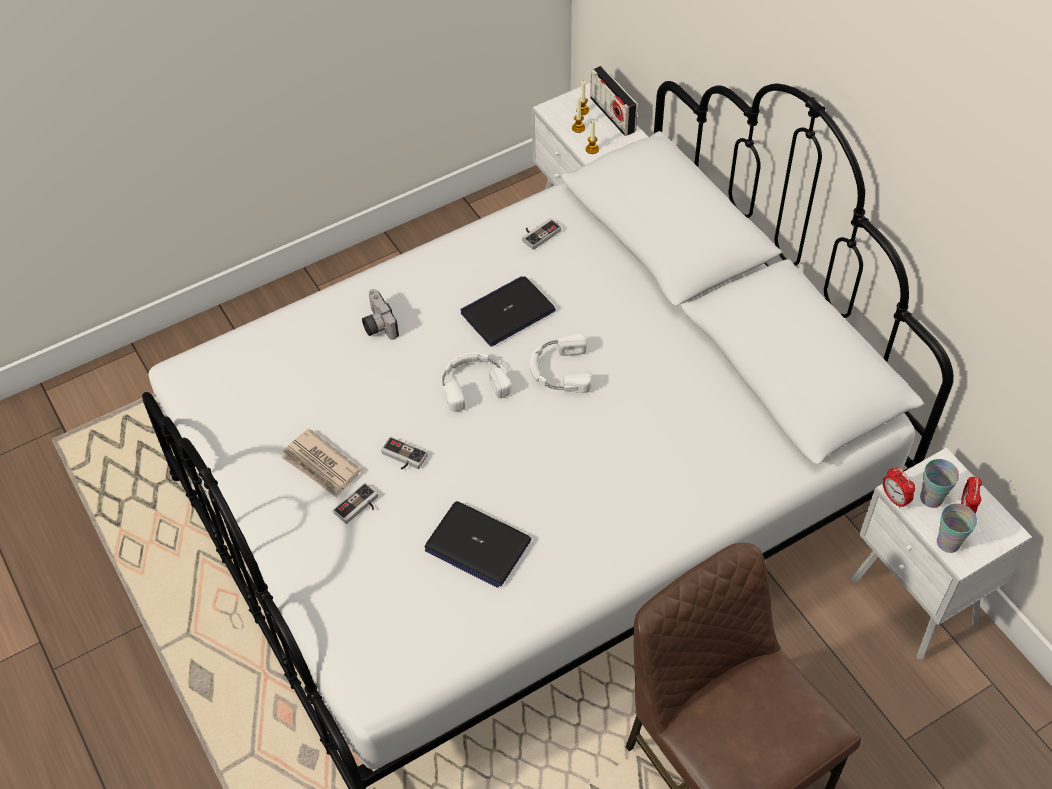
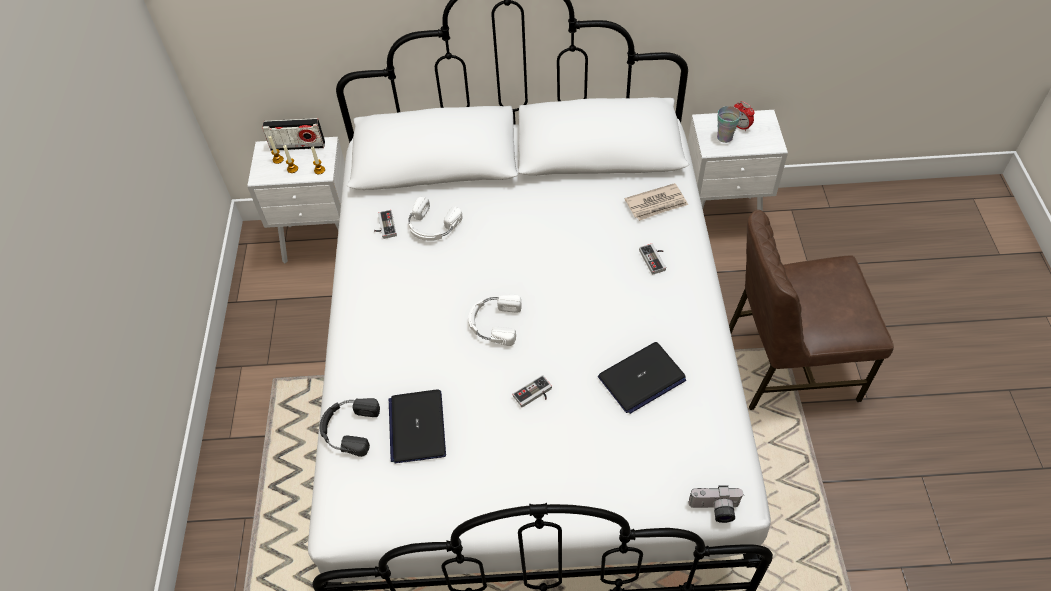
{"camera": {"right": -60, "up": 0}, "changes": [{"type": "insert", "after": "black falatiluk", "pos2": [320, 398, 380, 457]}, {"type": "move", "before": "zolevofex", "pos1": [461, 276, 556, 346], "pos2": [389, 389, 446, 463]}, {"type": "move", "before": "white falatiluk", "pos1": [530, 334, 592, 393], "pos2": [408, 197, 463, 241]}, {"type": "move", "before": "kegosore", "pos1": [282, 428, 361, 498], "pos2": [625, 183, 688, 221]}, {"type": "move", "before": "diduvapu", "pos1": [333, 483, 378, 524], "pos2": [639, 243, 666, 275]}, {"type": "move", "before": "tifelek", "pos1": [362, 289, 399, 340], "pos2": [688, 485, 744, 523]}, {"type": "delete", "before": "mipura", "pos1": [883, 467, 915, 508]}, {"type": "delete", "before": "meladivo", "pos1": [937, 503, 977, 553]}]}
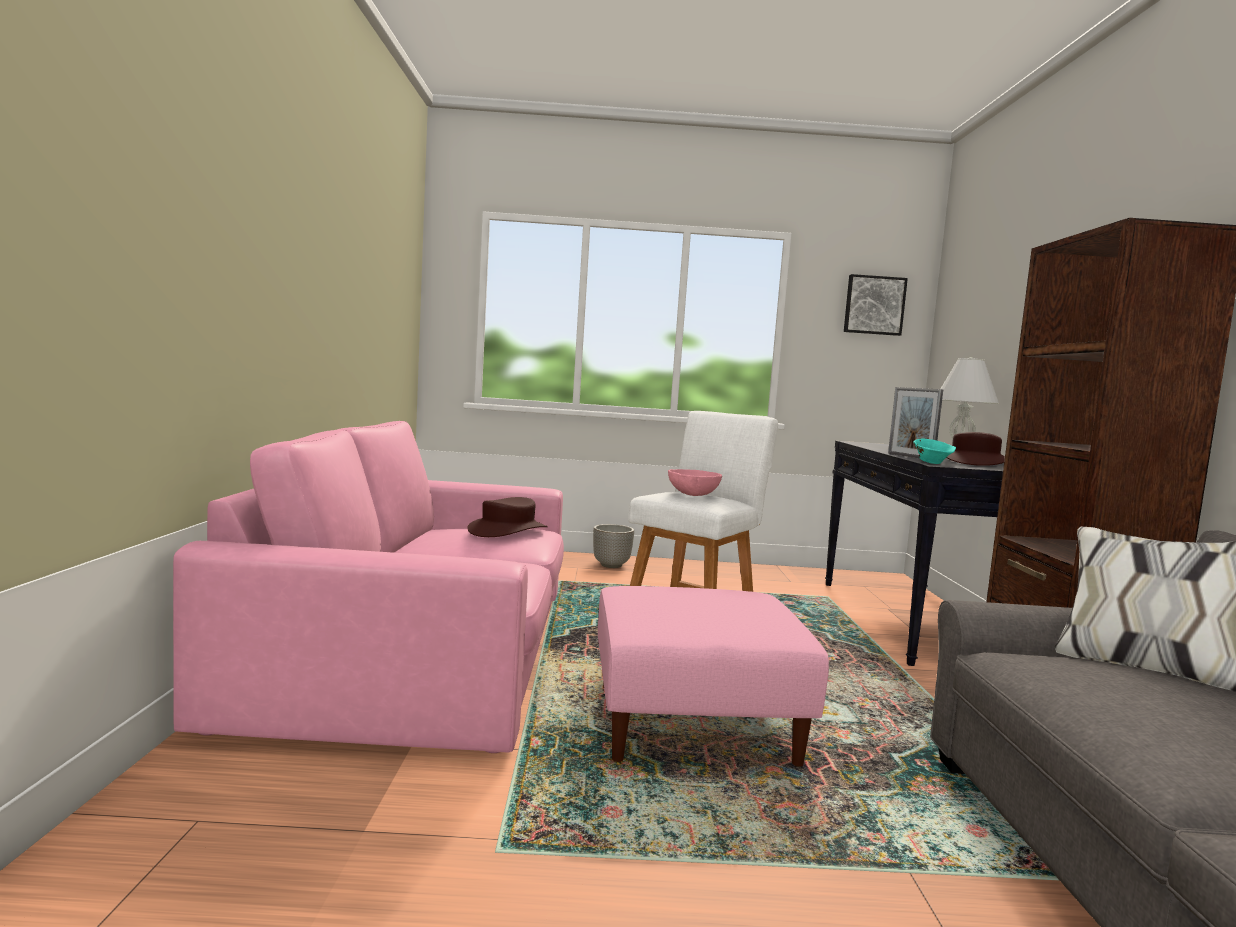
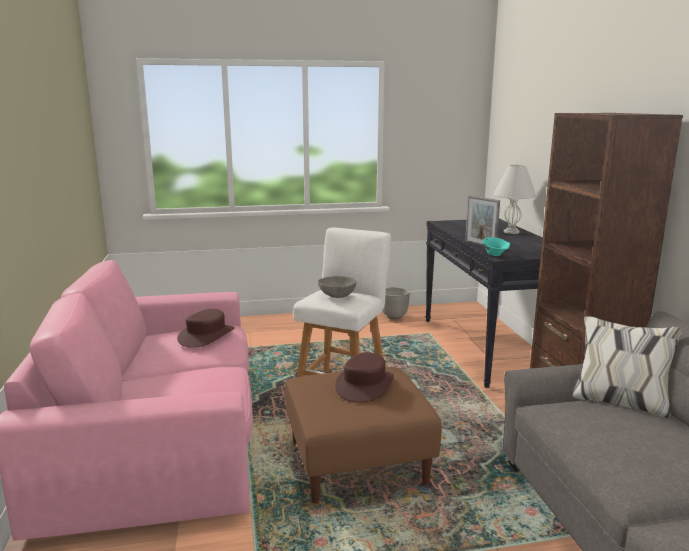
{"camera": {"right": -10, "up": 10}, "changes": [{"type": "recolor", "before": "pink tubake", "after": "brown tubake", "pos1": [598, 586, 829, 767], "pos2": [285, 367, 442, 503]}, {"type": "recolor", "before": "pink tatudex", "after": "grey tatudex", "pos1": [668, 469, 722, 496], "pos2": [318, 276, 356, 298]}, {"type": "move", "before": "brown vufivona", "pos1": [946, 432, 1005, 466], "pos2": [335, 352, 394, 403]}, {"type": "move", "before": "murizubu", "pos1": [593, 524, 634, 568], "pos2": [382, 287, 410, 319]}, {"type": "delete", "before": "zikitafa", "pos1": [844, 274, 908, 336]}]}
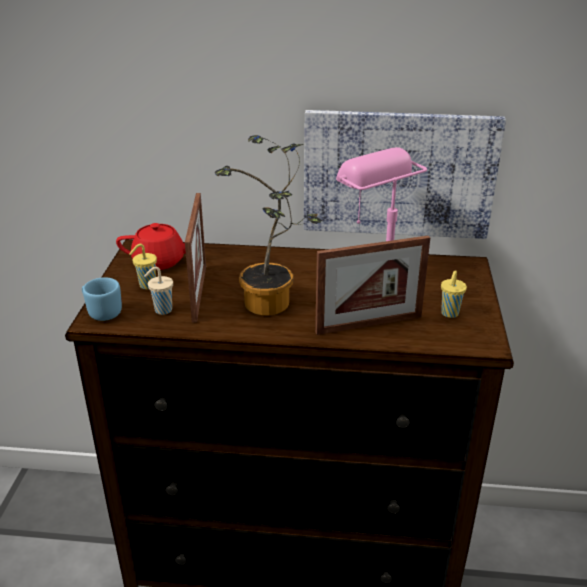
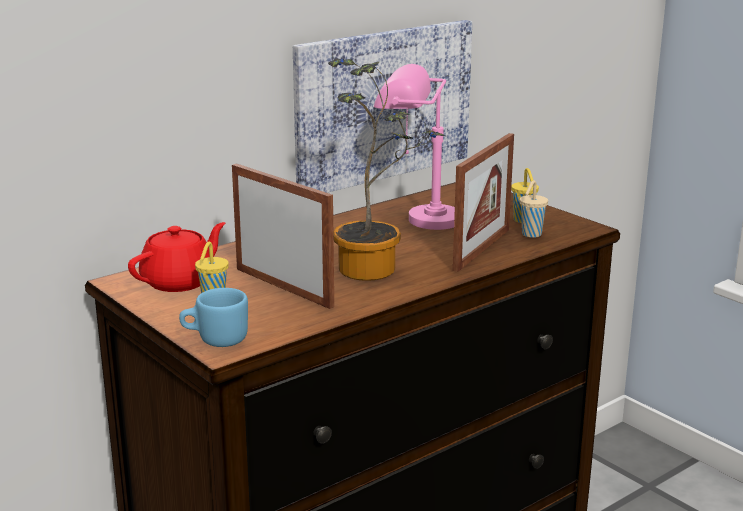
{"camera": {"right": -45, "up": -10}, "changes": [{"type": "move", "before": "beige meladivo", "pos1": [144, 267, 173, 315], "pos2": [520, 180, 548, 238]}]}
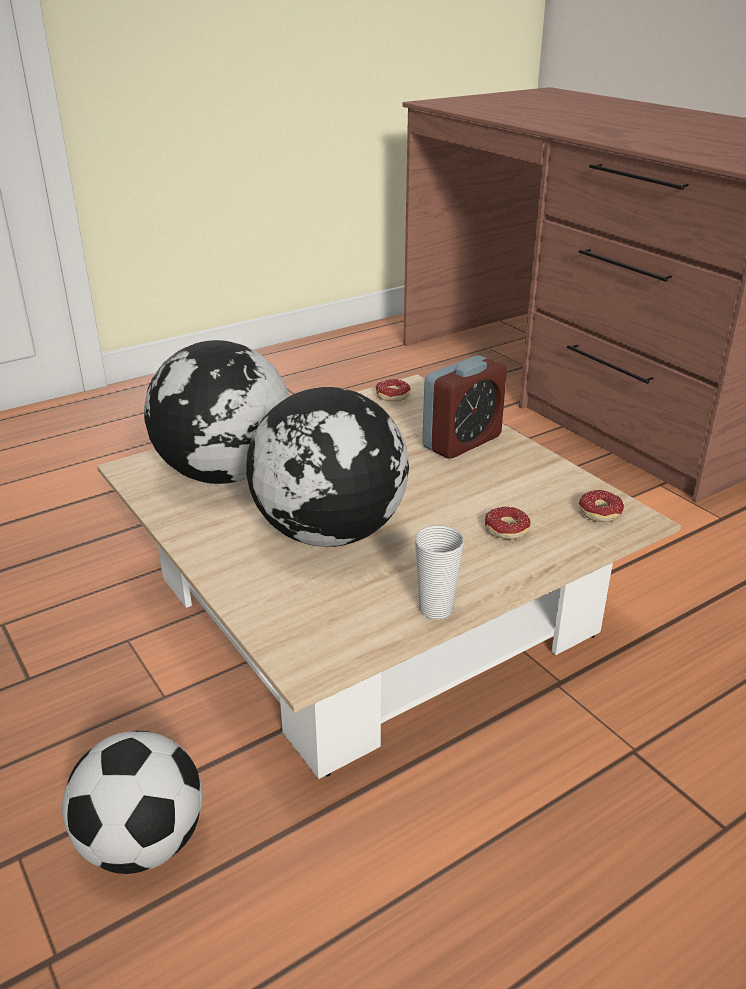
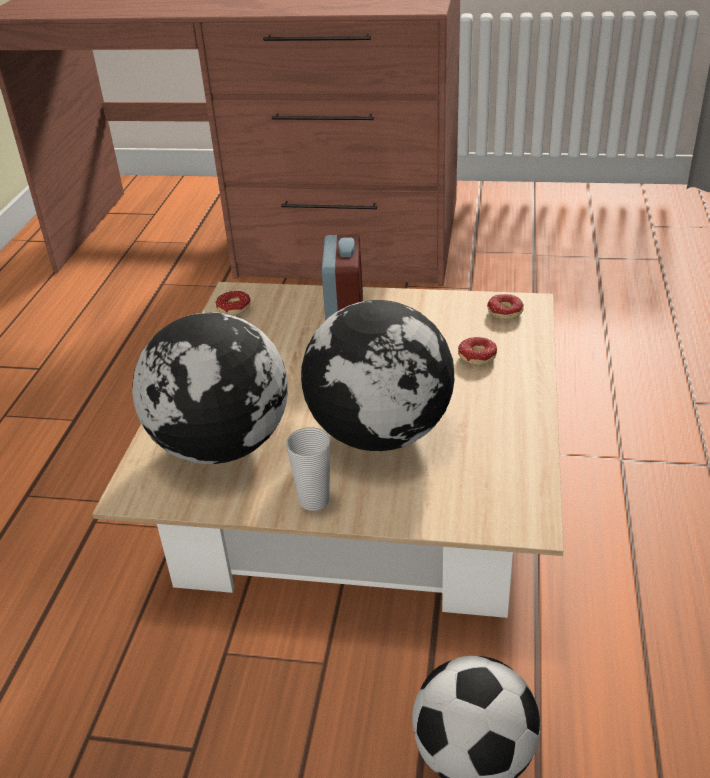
{"camera": {"right": -45, "up": 5}, "changes": [{"type": "move", "before": "meladivo", "pos1": [415, 525, 464, 620], "pos2": [286, 428, 330, 511]}]}
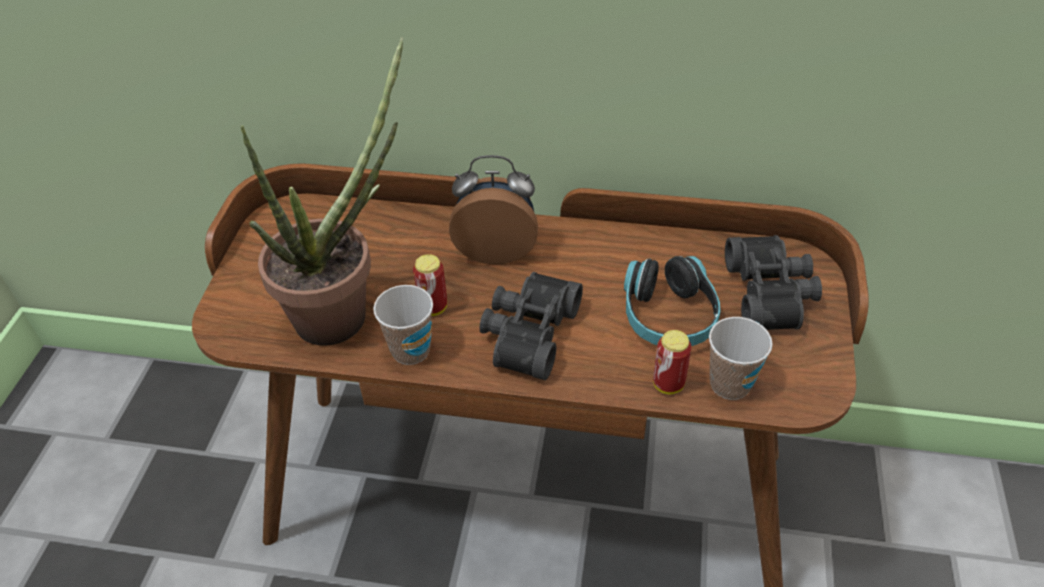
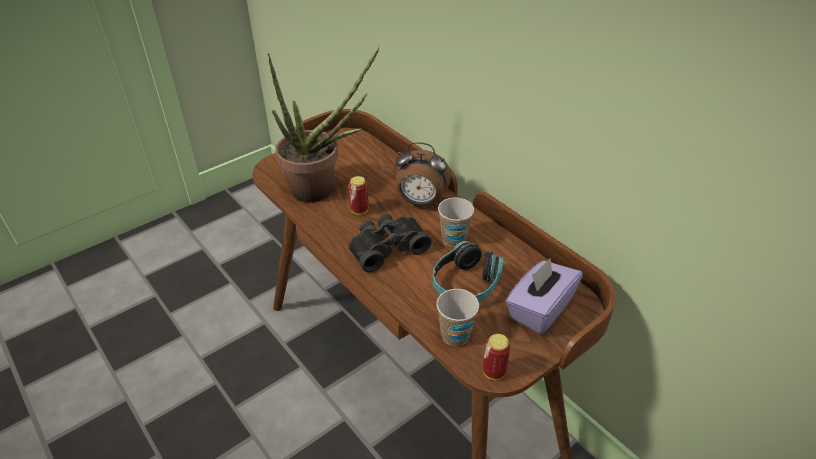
{"camera": {"right": 40, "up": -5}, "changes": [{"type": "rotate", "before": "mipura", "pos1": [449, 155, 538, 264], "pos2": [395, 142, 451, 206], "turn": 150}, {"type": "move", "before": "meladivo", "pos1": [373, 285, 433, 365], "pos2": [438, 197, 474, 247]}, {"type": "move", "before": "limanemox", "pos1": [653, 330, 692, 394], "pos2": [483, 334, 510, 380]}, {"type": "replace", "before": "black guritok", "after": "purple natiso", "pos1": [725, 235, 822, 330], "pos2": [506, 257, 583, 335]}]}
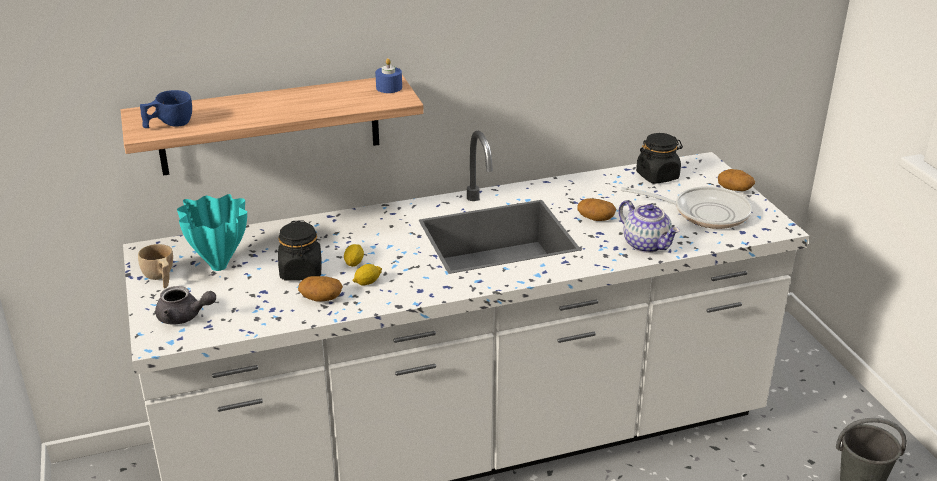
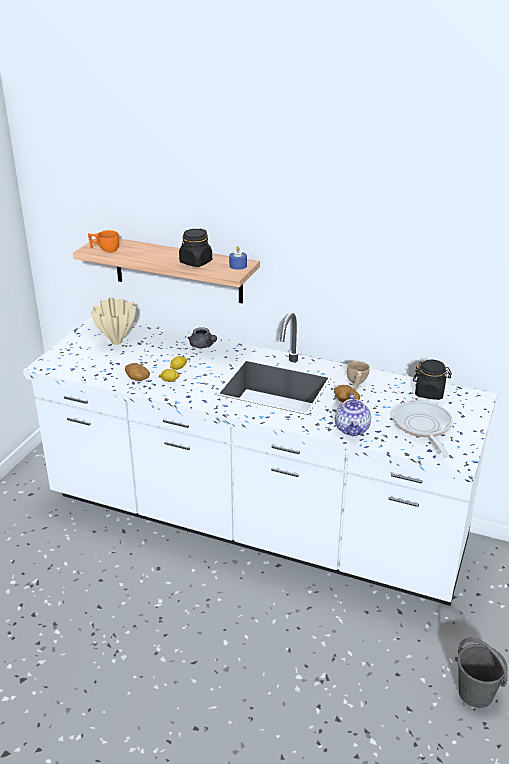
{"camera": {"right": 40, "up": 0}, "changes": [{"type": "recolor", "before": "blue meladivo", "after": "orange meladivo", "pos1": [140, 90, 192, 128], "pos2": [88, 230, 119, 253]}, {"type": "recolor", "before": "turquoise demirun", "after": "beige demirun", "pos1": [177, 194, 247, 271], "pos2": [91, 297, 136, 345]}, {"type": "move", "before": "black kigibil", "pos1": [278, 220, 322, 281], "pos2": [179, 229, 212, 267]}, {"type": "move", "before": "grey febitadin", "pos1": [155, 286, 216, 324], "pos2": [188, 327, 217, 348]}, {"type": "move", "before": "beige meladivo", "pos1": [138, 244, 173, 288], "pos2": [347, 361, 370, 390]}, {"type": "rotate", "before": "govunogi", "pos1": [621, 186, 752, 229], "pos2": [393, 401, 453, 458], "turn": -150}, {"type": "delete", "before": "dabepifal", "pos1": [718, 169, 755, 191]}]}
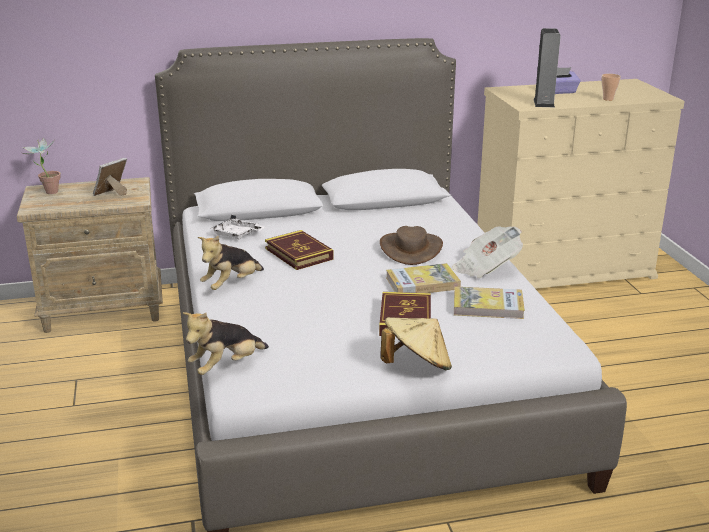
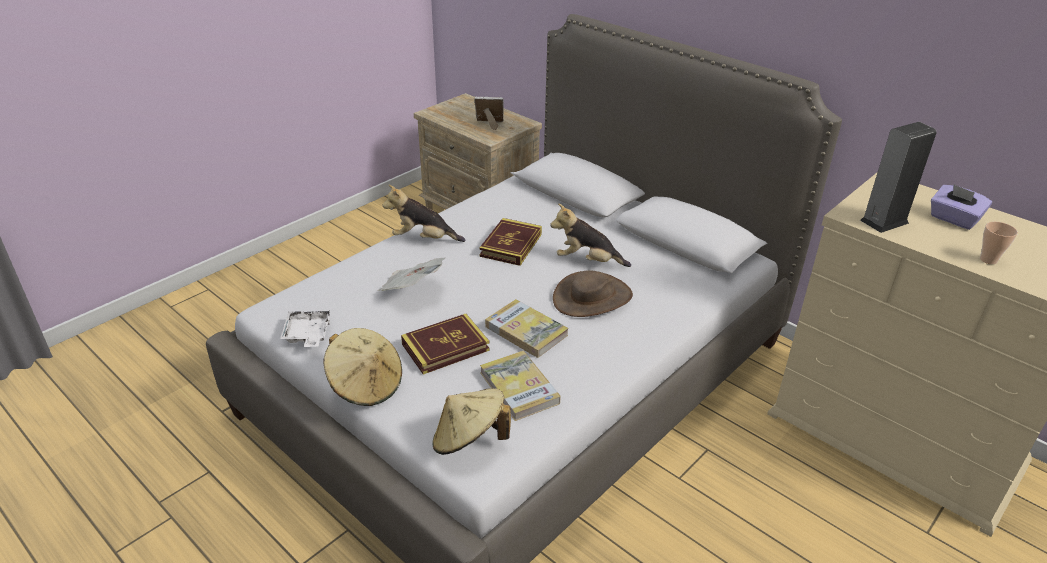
{"camera": {"right": 55, "up": 10}, "changes": [{"type": "move", "before": "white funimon", "pos1": [210, 215, 265, 239], "pos2": [280, 309, 330, 347]}, {"type": "move", "before": "kegosore", "pos1": [452, 226, 523, 278], "pos2": [378, 257, 446, 291]}, {"type": "insert", "after": "beige vufivona", "pos2": [432, 388, 511, 455]}, {"type": "move", "before": "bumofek", "pos1": [183, 312, 269, 375], "pos2": [550, 203, 631, 267]}, {"type": "delete", "before": "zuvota", "pos1": [22, 138, 61, 194]}]}
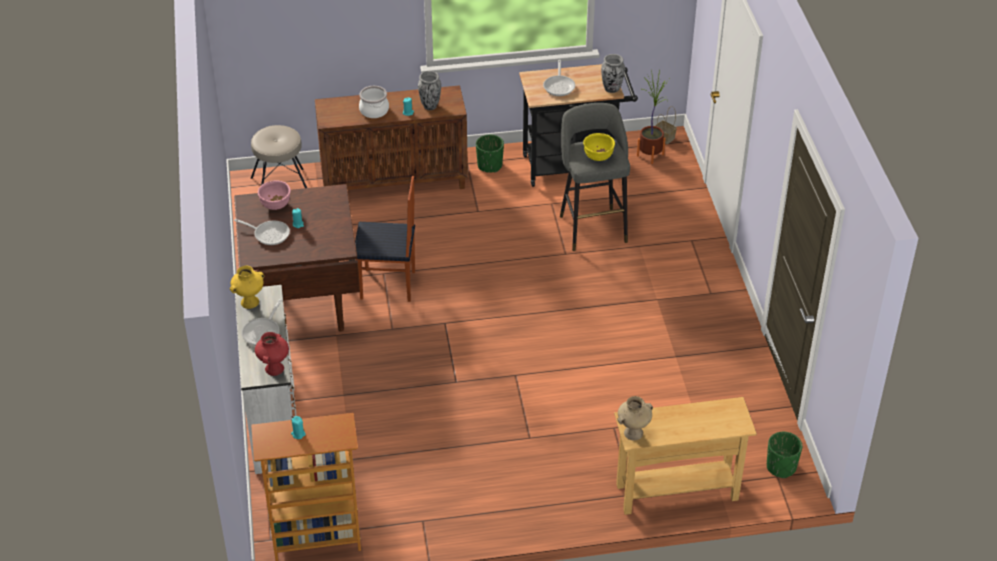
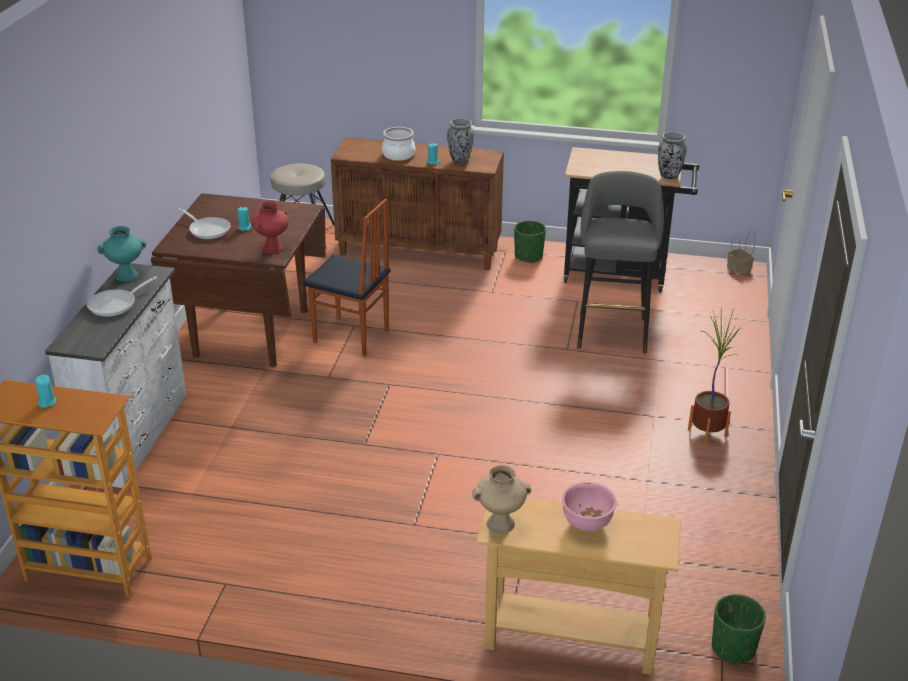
{"camera": {"right": 20, "up": -10}, "changes": [{"type": "recolor", "before": "yellow demirun", "after": "turquoise demirun", "pos1": [230, 266, 264, 309], "pos2": [98, 226, 146, 281]}, {"type": "move", "before": "red demirun", "pos1": [255, 332, 289, 376], "pos2": [251, 202, 289, 254]}, {"type": "move", "before": "pink tatudex", "pos1": [258, 180, 291, 210], "pos2": [562, 482, 617, 531]}, {"type": "move", "before": "zuvota", "pos1": [637, 70, 669, 164], "pos2": [688, 308, 742, 445]}, {"type": "delete", "before": "govunogi", "pos1": [543, 60, 575, 96]}, {"type": "delete", "before": "yellow tatudex", "pos1": [583, 133, 615, 161]}]}
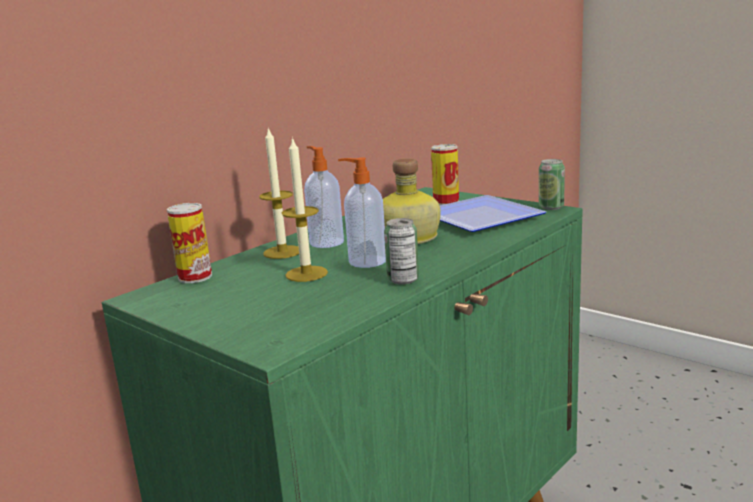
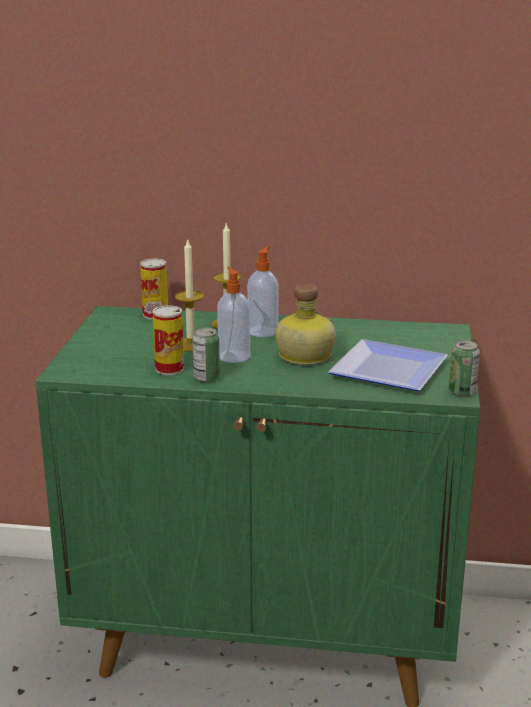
{"camera": {"right": 55, "up": 5}, "changes": [{"type": "move", "before": "limanemox", "pos1": [431, 144, 459, 205], "pos2": [152, 305, 184, 375]}]}
